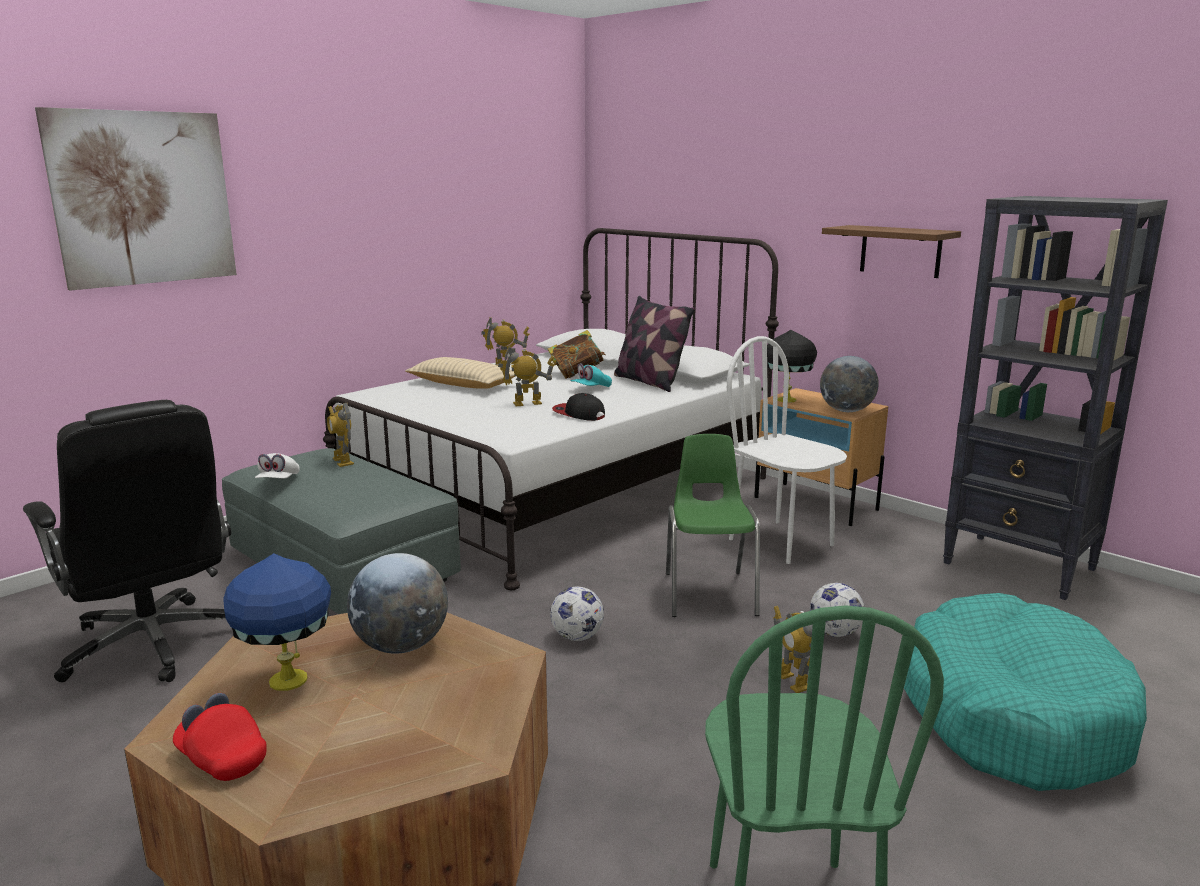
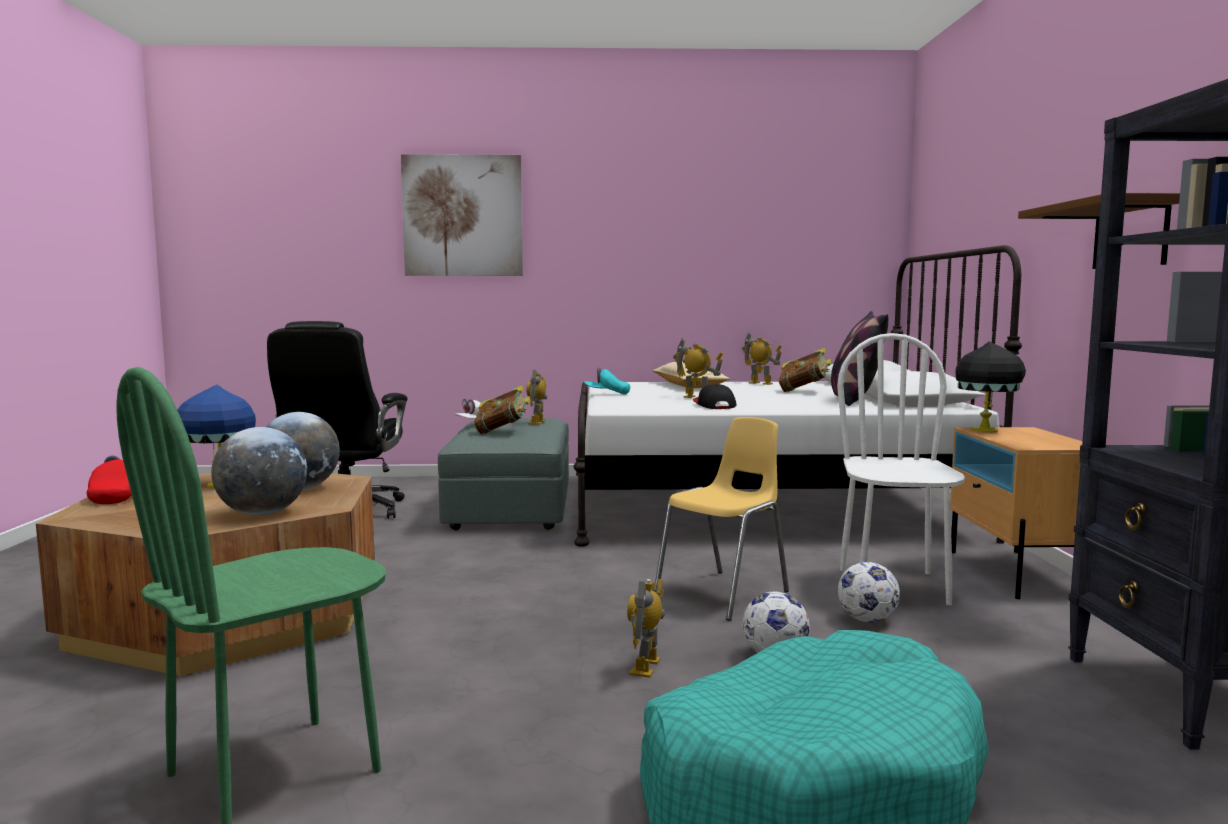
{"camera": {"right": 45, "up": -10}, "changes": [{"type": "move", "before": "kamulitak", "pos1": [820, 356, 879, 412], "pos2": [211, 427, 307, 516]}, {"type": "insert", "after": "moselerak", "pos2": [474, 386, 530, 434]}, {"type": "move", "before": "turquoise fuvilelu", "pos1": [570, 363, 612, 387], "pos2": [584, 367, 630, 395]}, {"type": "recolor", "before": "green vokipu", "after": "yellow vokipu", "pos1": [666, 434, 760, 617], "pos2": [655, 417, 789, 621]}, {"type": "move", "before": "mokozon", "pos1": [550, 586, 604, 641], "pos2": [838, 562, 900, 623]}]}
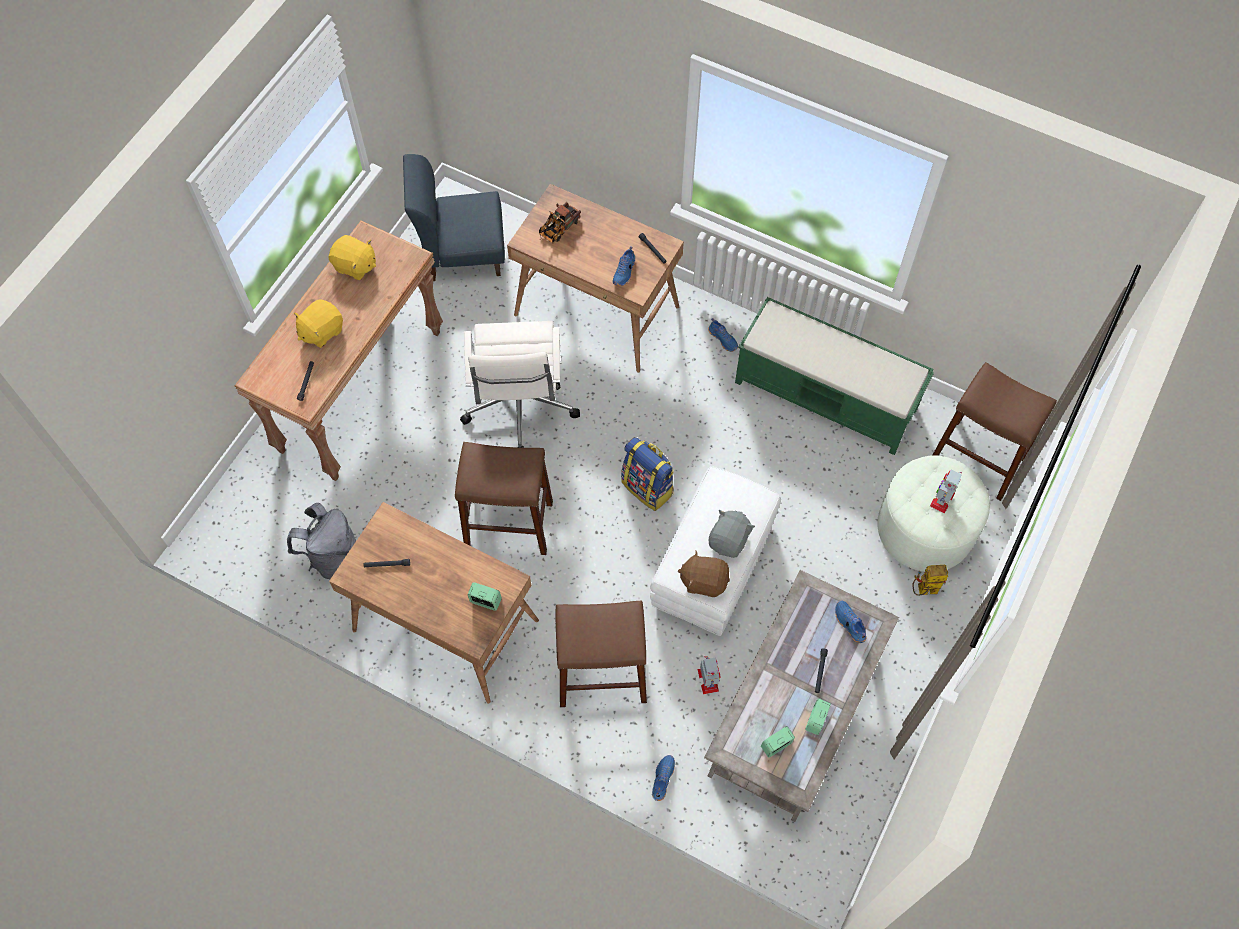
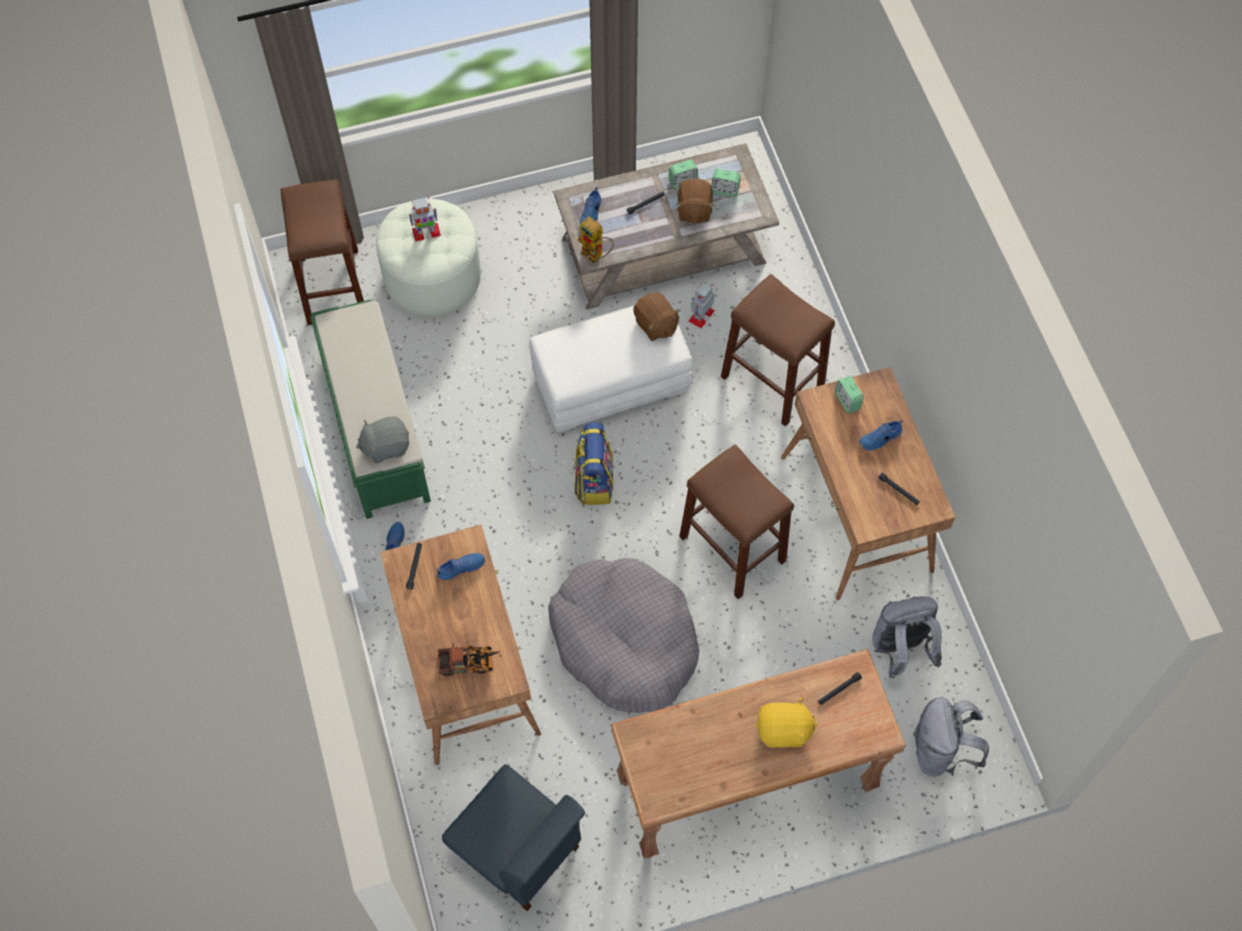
{"camera": {"right": -135, "up": 0}, "changes": [{"type": "move", "before": "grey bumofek", "pos1": [708, 510, 755, 558], "pos2": [356, 416, 409, 463]}, {"type": "replace", "before": "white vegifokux", "after": "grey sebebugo", "pos1": [460, 321, 580, 448], "pos2": [548, 558, 699, 713]}, {"type": "move", "before": "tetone", "pos1": [913, 565, 948, 596], "pos2": [577, 216, 614, 263]}, {"type": "insert", "after": "brown bumofek", "pos2": [676, 179, 715, 224]}, {"type": "move", "before": "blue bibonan", "pos1": [652, 755, 675, 801], "pos2": [859, 420, 903, 451]}, {"type": "insert", "after": "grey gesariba", "pos2": [913, 697, 989, 776]}, {"type": "delete", "before": "yellow bumofek", "pos1": [329, 235, 376, 280]}]}
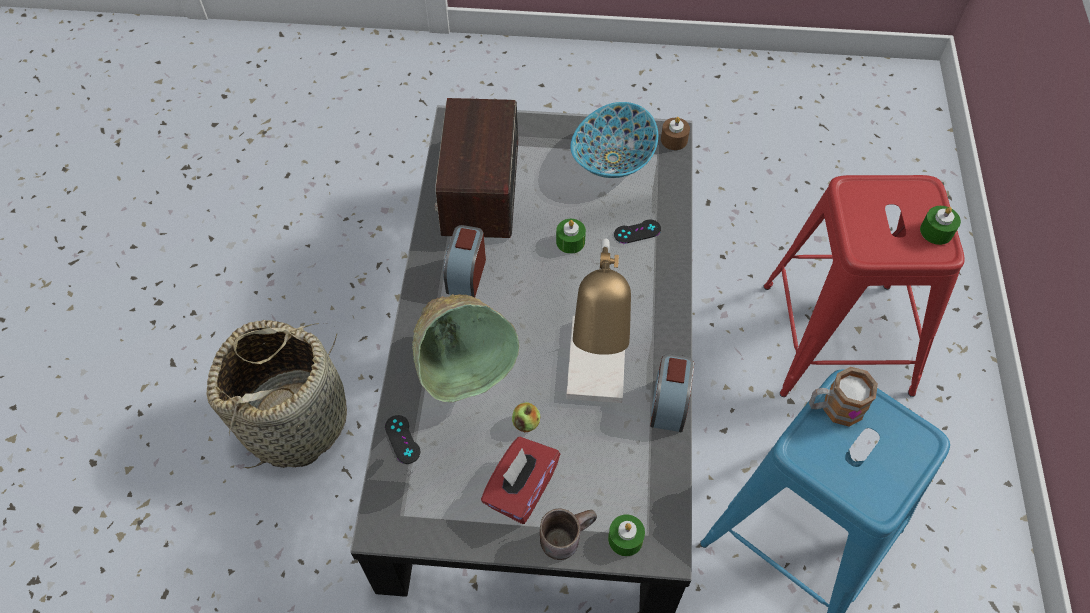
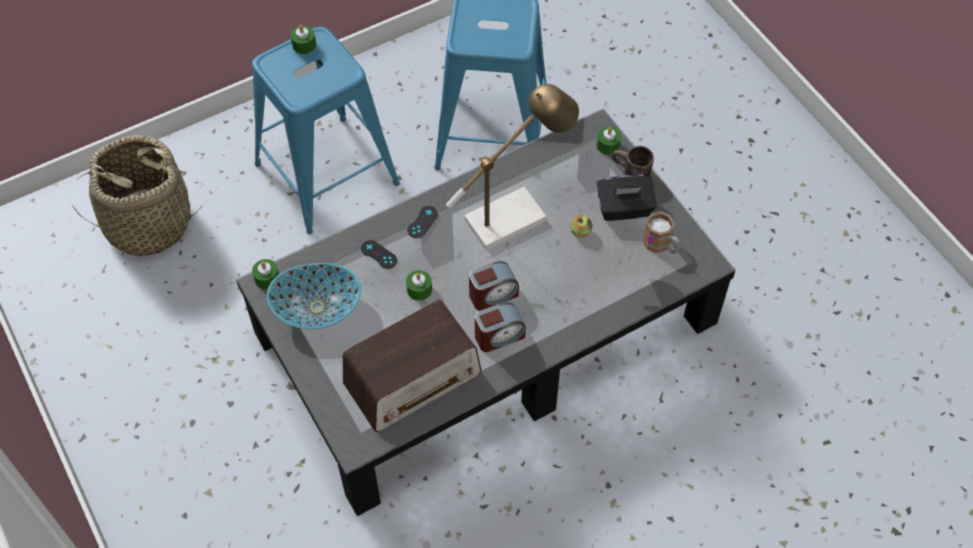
{"camera": {"right": -125, "up": 0}, "changes": [{"type": "move", "before": "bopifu", "pos1": [207, 320, 347, 469], "pos2": [72, 135, 202, 256]}, {"type": "recolor", "before": "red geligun", "after": "blue geligun", "pos1": [764, 175, 964, 397], "pos2": [252, 26, 400, 234]}, {"type": "recolor", "before": "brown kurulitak", "after": "green kurulitak", "pos1": [661, 117, 690, 150], "pos2": [252, 259, 279, 289]}, {"type": "move", "before": "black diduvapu", "pos1": [385, 415, 420, 464], "pos2": [407, 206, 438, 238]}, {"type": "move", "before": "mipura", "pos1": [650, 354, 694, 432], "pos2": [469, 261, 519, 311]}, {"type": "recolor", "before": "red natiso", "after": "black natiso", "pos1": [481, 437, 560, 524], "pos2": [596, 175, 657, 221]}, {"type": "move", "before": "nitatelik", "pos1": [809, 367, 878, 427], "pos2": [643, 211, 680, 254]}, {"type": "delete", "before": "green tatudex", "pos1": [412, 294, 519, 402]}]}
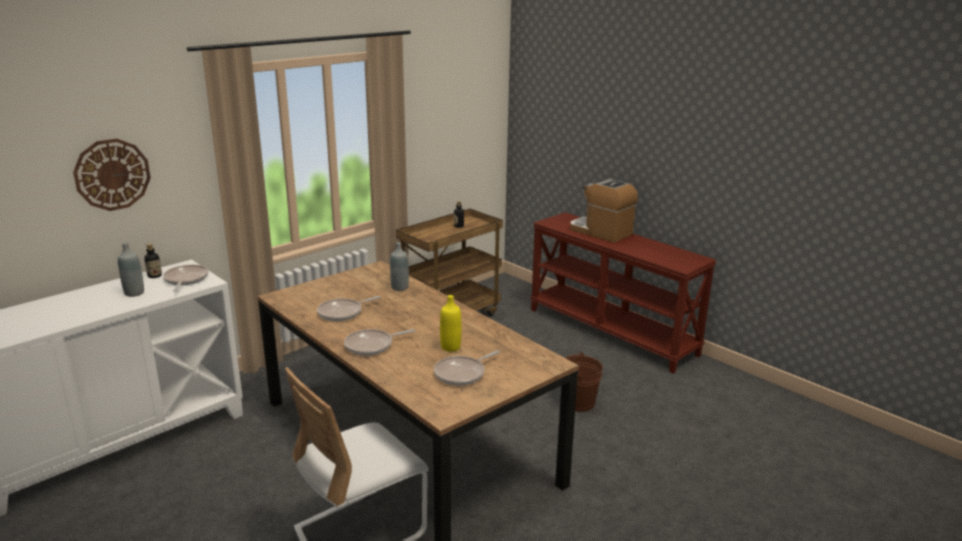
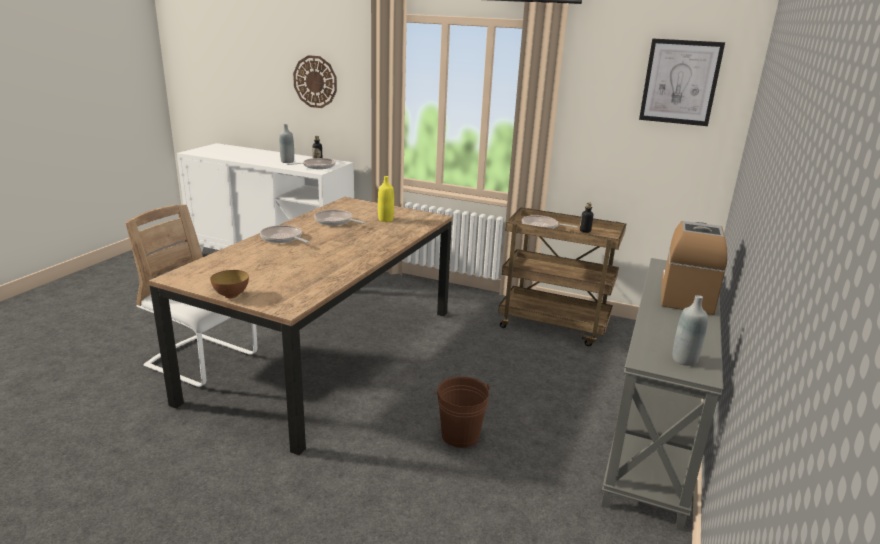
{"camera": {"right": 65, "up": 0}, "changes": [{"type": "insert", "after": "tatudex", "pos2": [210, 270, 249, 298]}, {"type": "move", "before": "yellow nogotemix", "pos1": [440, 295, 461, 352], "pos2": [378, 176, 394, 222]}, {"type": "move", "before": "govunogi", "pos1": [434, 350, 500, 386], "pos2": [522, 215, 578, 229]}, {"type": "recolor", "before": "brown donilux", "after": "grey donilux", "pos1": [530, 212, 717, 373], "pos2": [601, 258, 723, 531]}, {"type": "insert", "after": "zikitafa", "pos2": [639, 38, 725, 126]}, {"type": "move", "before": "grey nogotemix", "pos1": [390, 242, 409, 291], "pos2": [673, 295, 708, 366]}]}
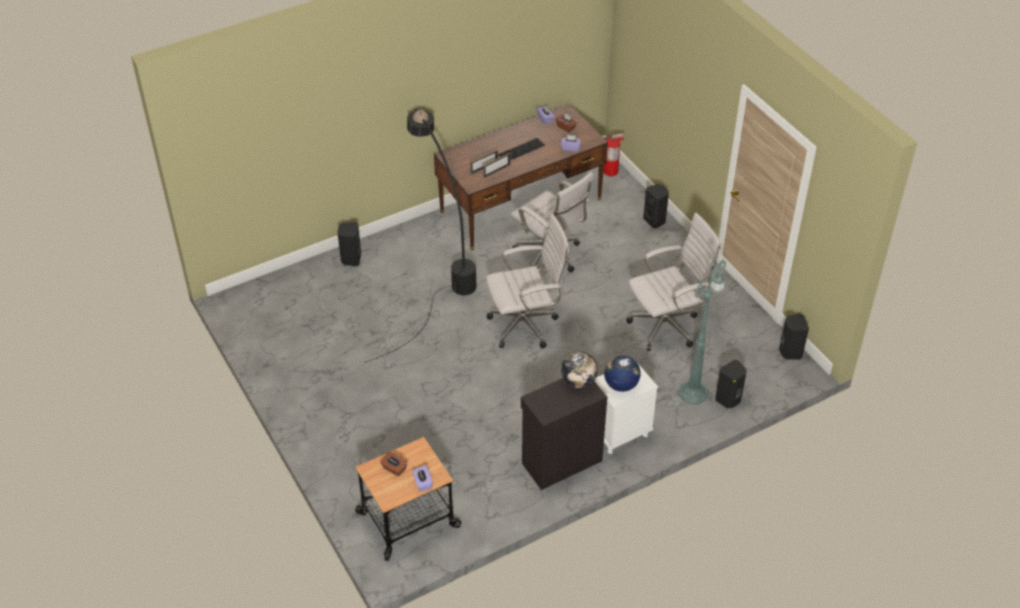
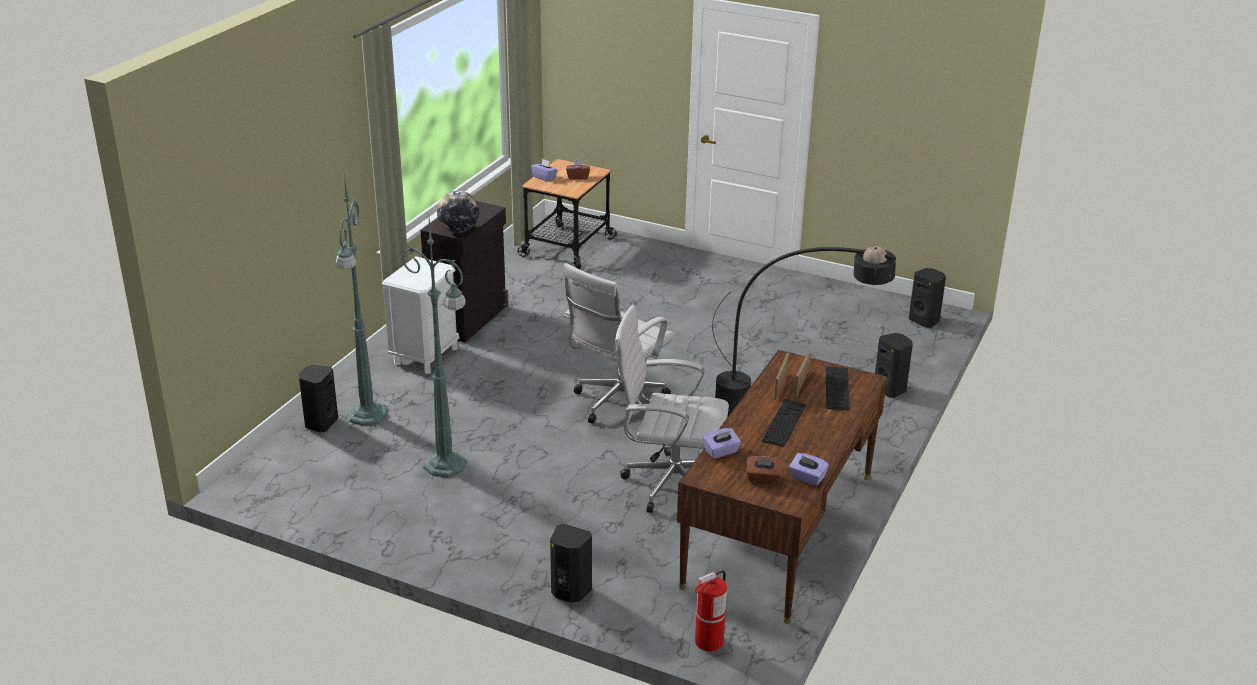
{"camera": {"right": 145, "up": -15}, "changes": [{"type": "replace", "before": "white vegifokux", "after": "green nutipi", "pos1": [626, 213, 721, 351], "pos2": [402, 219, 467, 478]}, {"type": "insert", "after": "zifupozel", "pos2": [826, 366, 850, 410]}, {"type": "move", "before": "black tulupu", "pos1": [779, 313, 809, 360], "pos2": [909, 268, 946, 328]}, {"type": "delete", "before": "kamulitak", "pos1": [604, 355, 641, 392]}]}
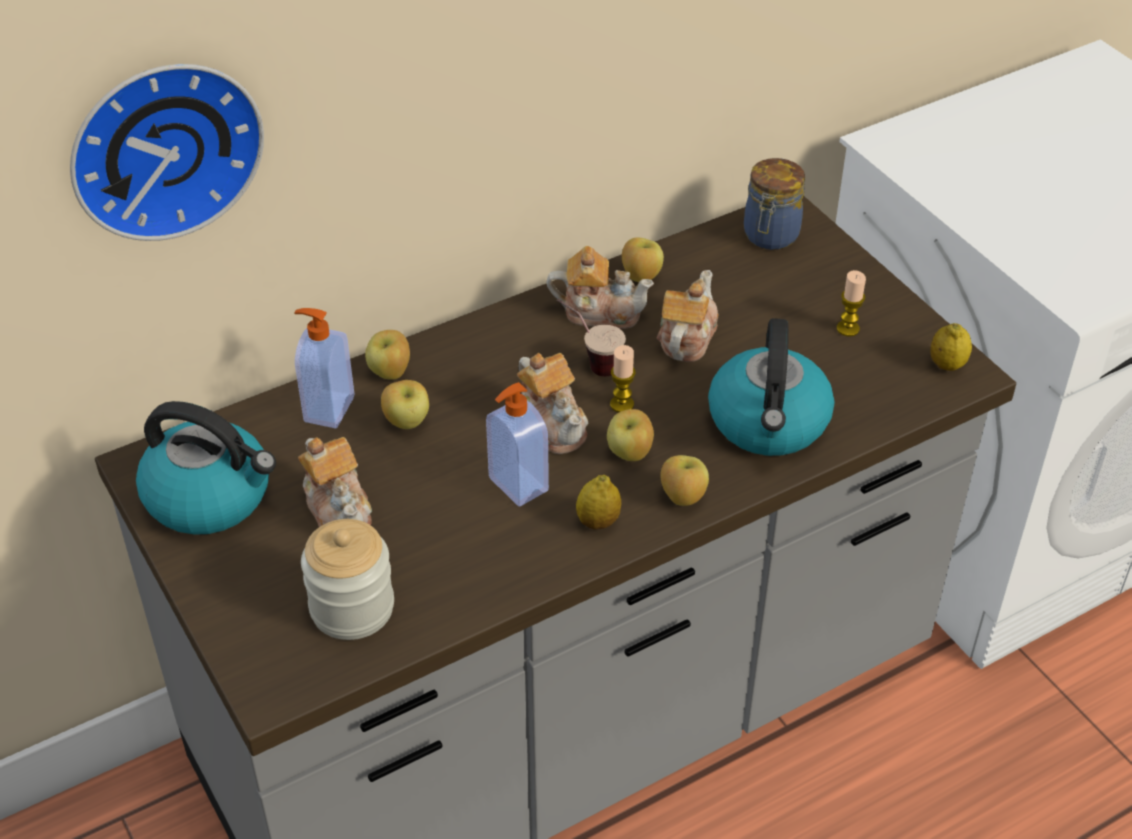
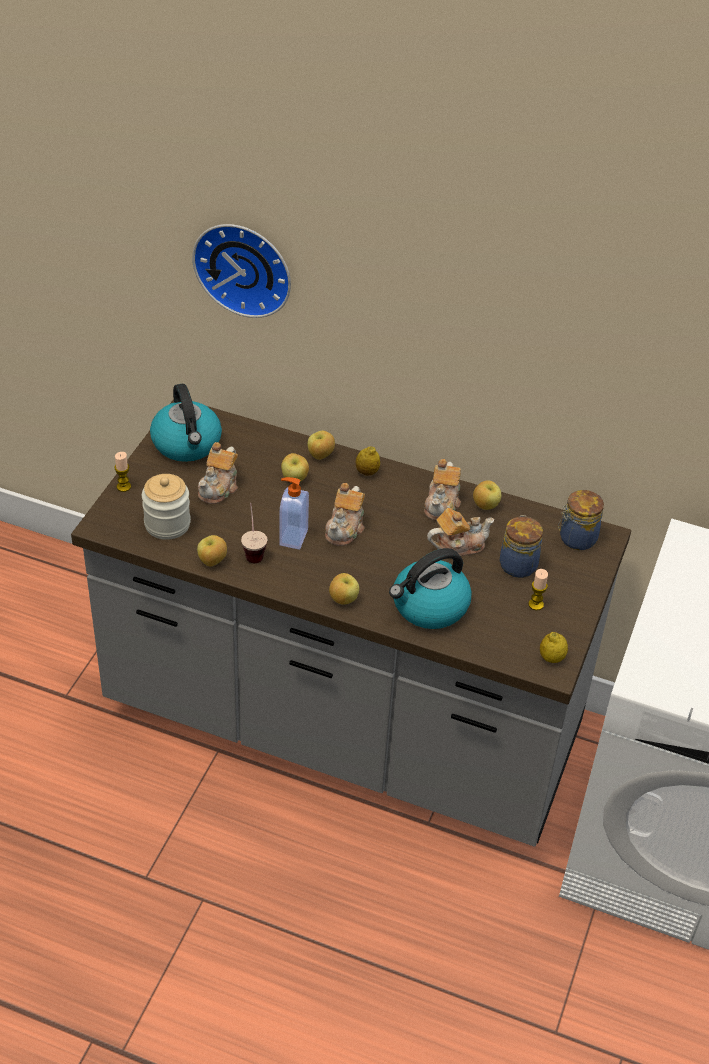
{"camera": {"right": 50, "up": 0}, "changes": [{"type": "move", "before": "kurulitak", "pos1": [610, 345, 636, 412], "pos2": [114, 452, 131, 492]}, {"type": "move", "before": "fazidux", "pos1": [607, 409, 654, 461], "pos2": [197, 535, 227, 567]}, {"type": "move", "before": "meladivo", "pos1": [557, 299, 626, 376], "pos2": [241, 503, 267, 563]}, {"type": "move", "before": "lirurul", "pos1": [576, 475, 621, 530], "pos2": [356, 447, 380, 476]}, {"type": "rotate", "before": "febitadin", "pos1": [546, 246, 654, 329], "pos2": [424, 459, 461, 521], "turn": 45}, {"type": "insert", "after": "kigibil", "pos2": [500, 515, 543, 578]}, {"type": "delete", "before": "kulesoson", "pos1": [294, 308, 354, 429]}]}
